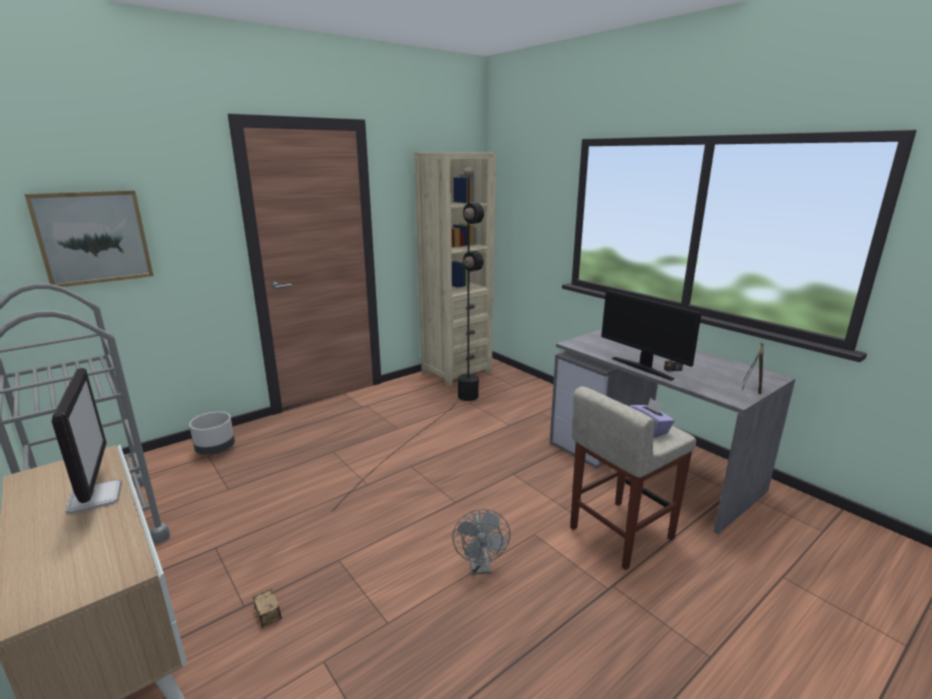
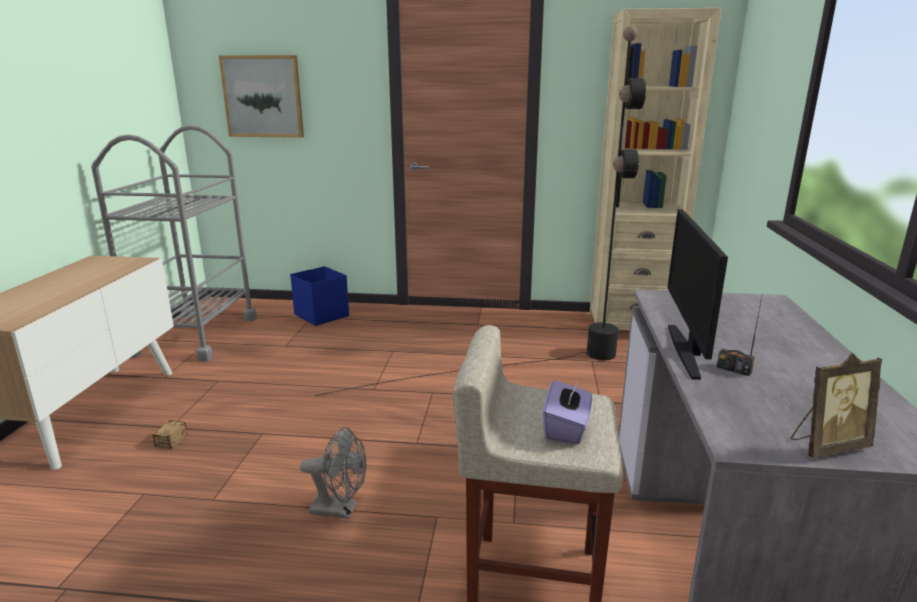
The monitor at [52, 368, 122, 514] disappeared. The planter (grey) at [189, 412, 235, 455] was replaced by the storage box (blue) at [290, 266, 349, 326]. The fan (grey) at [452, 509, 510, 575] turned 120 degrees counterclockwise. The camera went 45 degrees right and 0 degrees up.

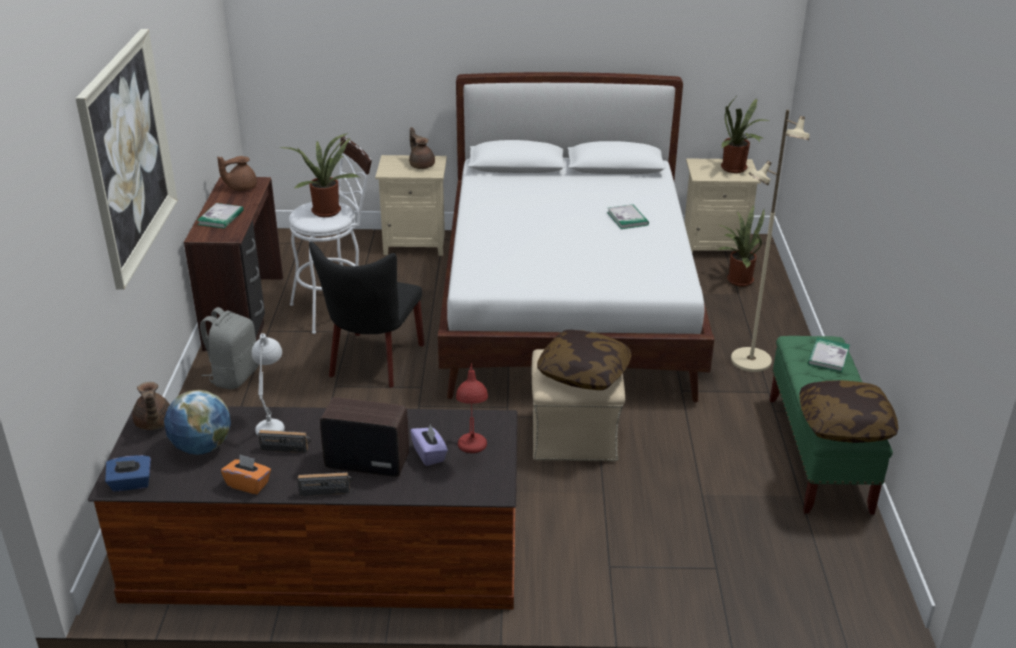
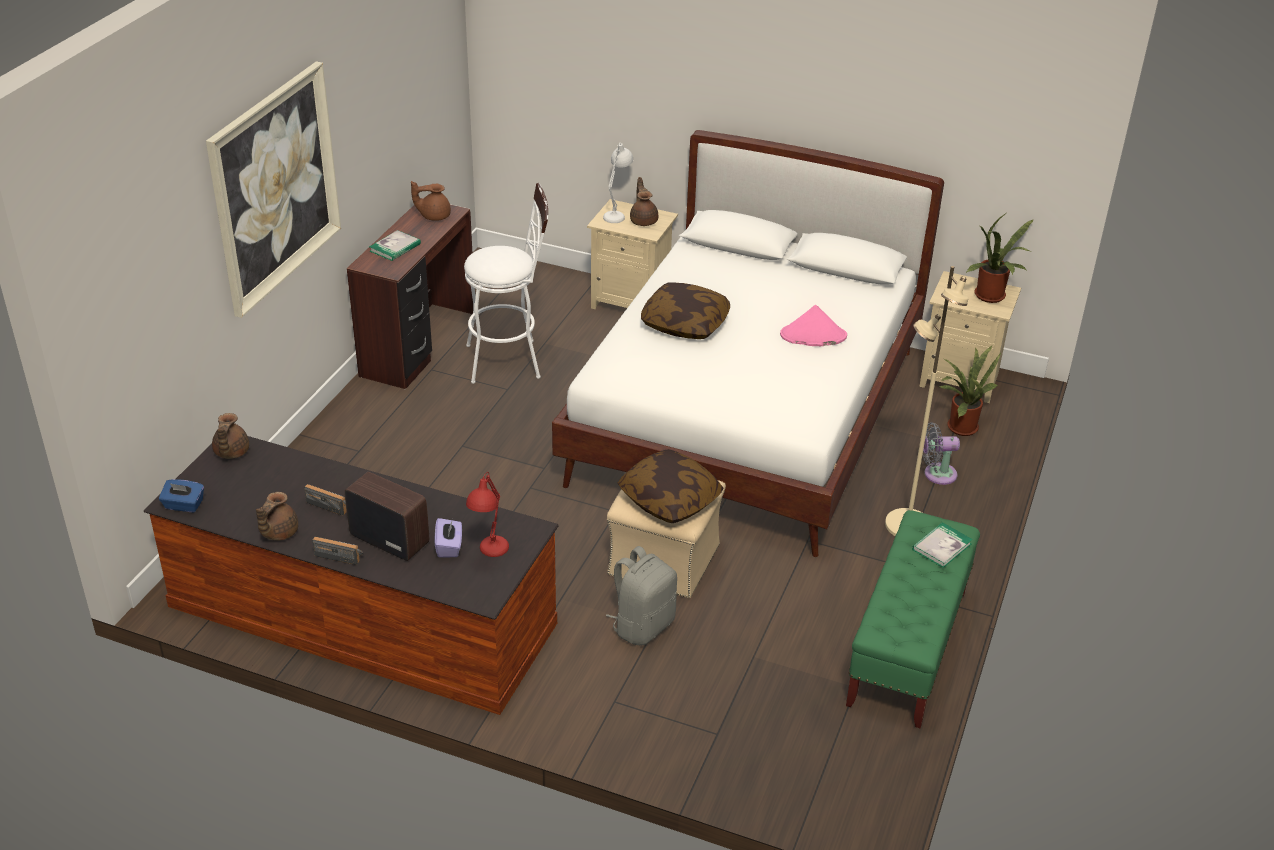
The globe at [164, 390, 231, 455] disappeared. The potted plant at [280, 133, 359, 217] disappeared. The chair (black) at [309, 241, 424, 388] disappeared. The fan (grey) at [923, 422, 960, 485] appeared. The backpack (grey) moved from [200, 307, 259, 389] to [606, 546, 677, 645]. The table lamp (white) moved from [252, 333, 285, 436] to [603, 143, 633, 223]. The pillow moved from [799, 380, 898, 443] to [641, 282, 730, 339]. The tissue box (orange) at [221, 454, 271, 494] was replaced by the teapot (brown) at [256, 492, 298, 540]. The book at [607, 204, 649, 229] was replaced by the hat (pink) at [780, 305, 847, 346]. The camera went 20 degrees right and 5 degrees up.

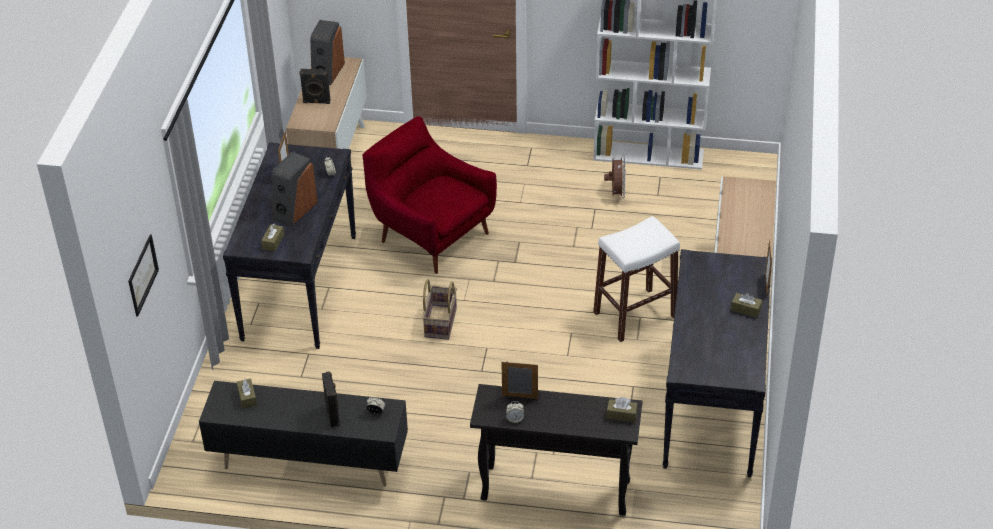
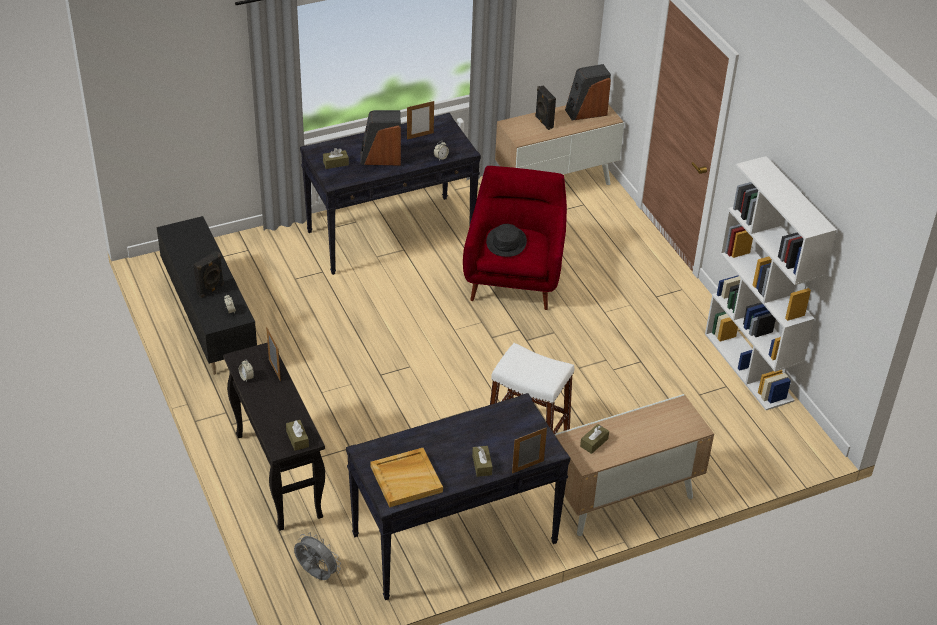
The picture at [128, 234, 159, 317] disappeared. The basket at [422, 279, 457, 340] disappeared. The fan (brown) at [604, 155, 626, 199] disappeared. The fan (grey) at [294, 532, 341, 580] appeared. The tray (beige) at [371, 448, 443, 507] appeared. The hat (black) at [486, 224, 527, 257] appeared. The tissue box (brown) moved from [237, 379, 257, 409] to [580, 424, 609, 454]. The camera went 55 degrees right and 0 degrees up.

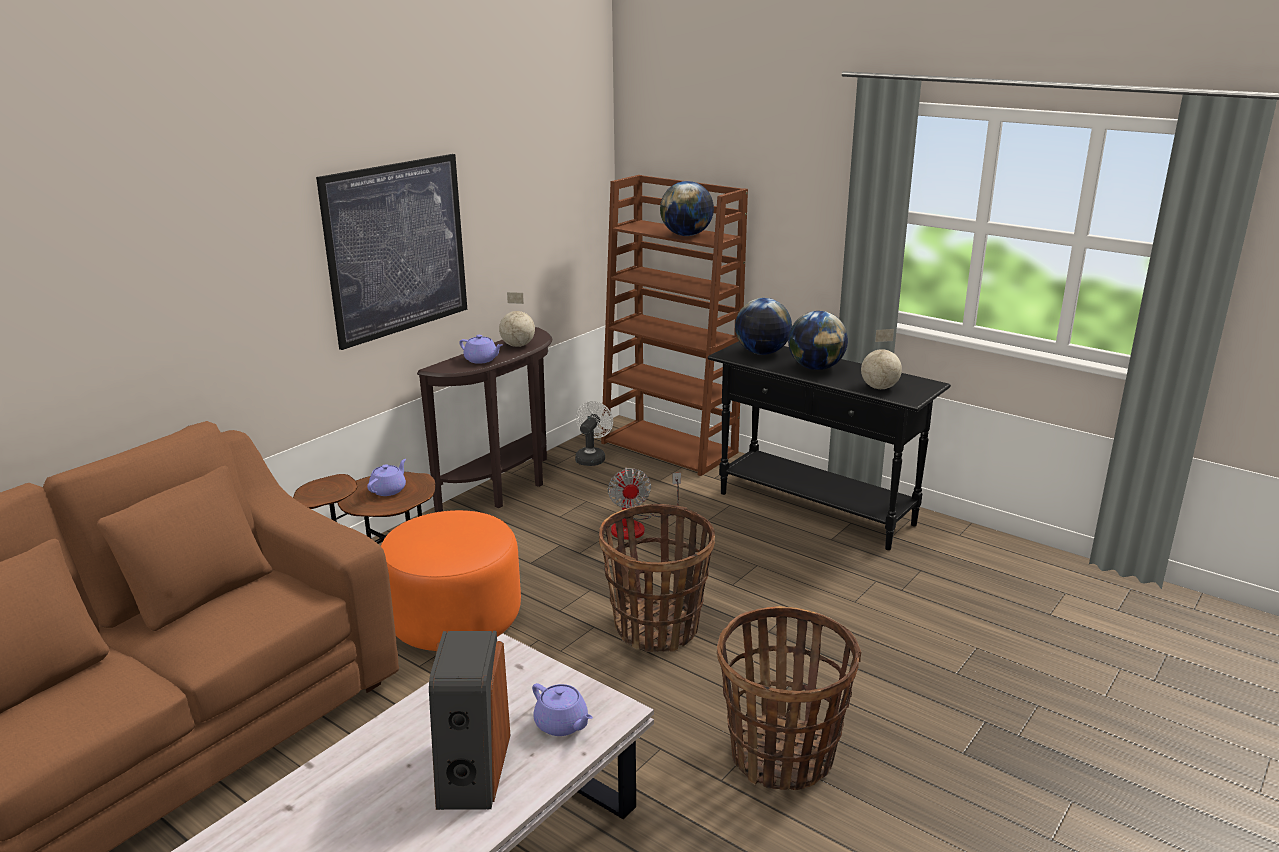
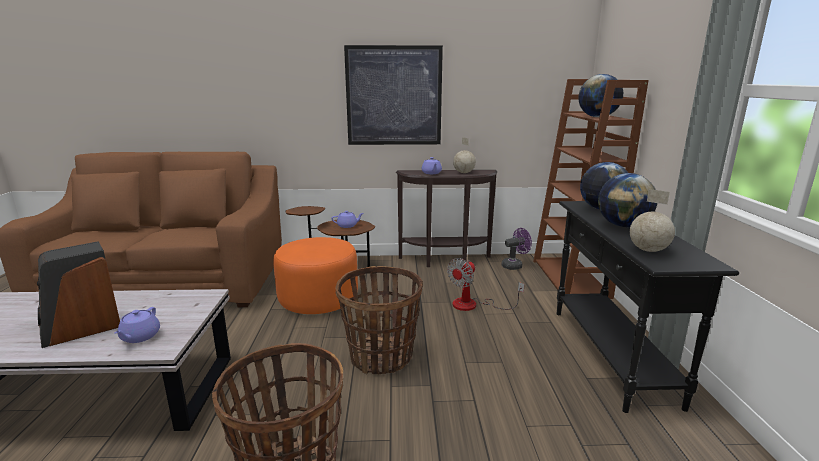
The fan (white) at [575, 401, 613, 466] became the fan (purple) at [502, 228, 532, 270]. The camera went 50 degrees right and 5 degrees down.

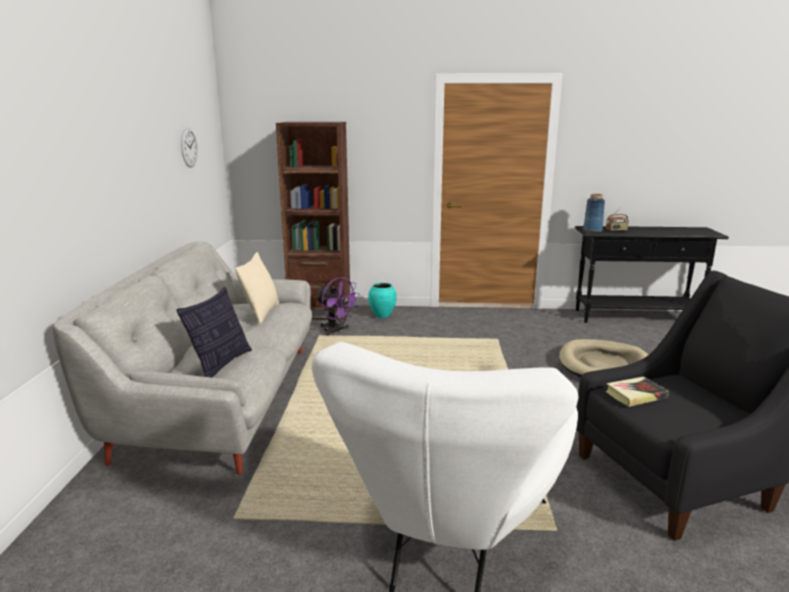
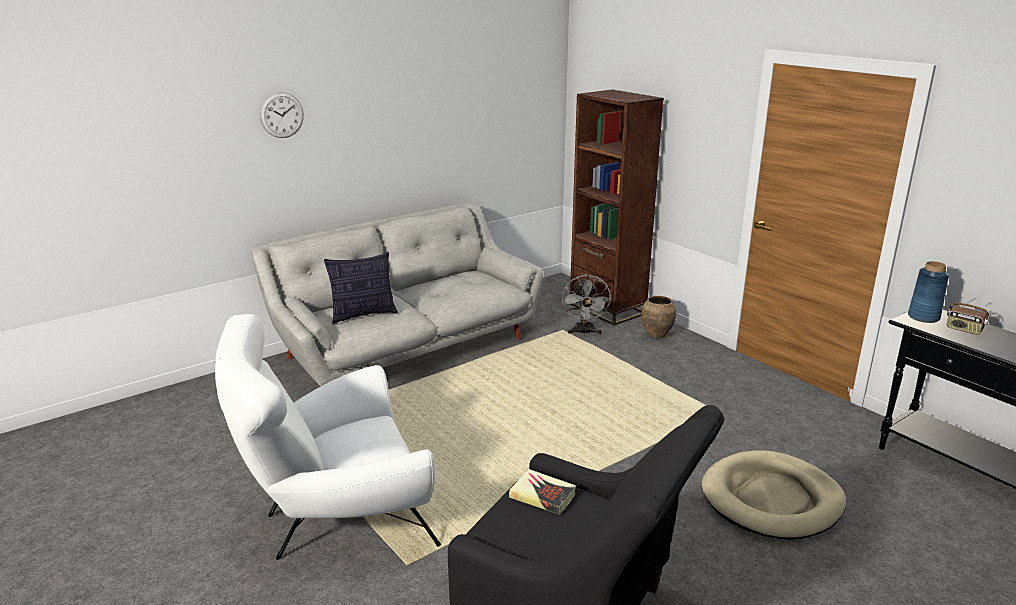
The pillow (beige) at [235, 252, 279, 324] disappeared. The wall clock moved from [181, 128, 198, 168] to [260, 92, 304, 138]. The fan (purple) at [315, 277, 360, 336] became the fan (grey) at [562, 274, 612, 335]. The vase (turquoise) at [368, 283, 397, 318] became the vase (brown) at [641, 296, 676, 339]. The camera went 50 degrees right and 5 degrees up.

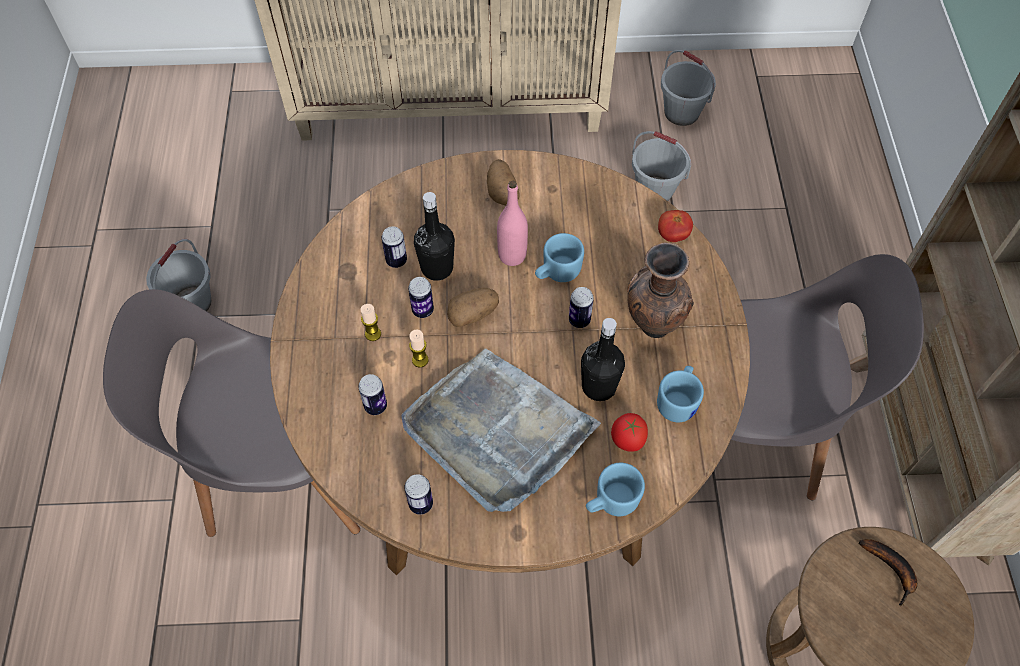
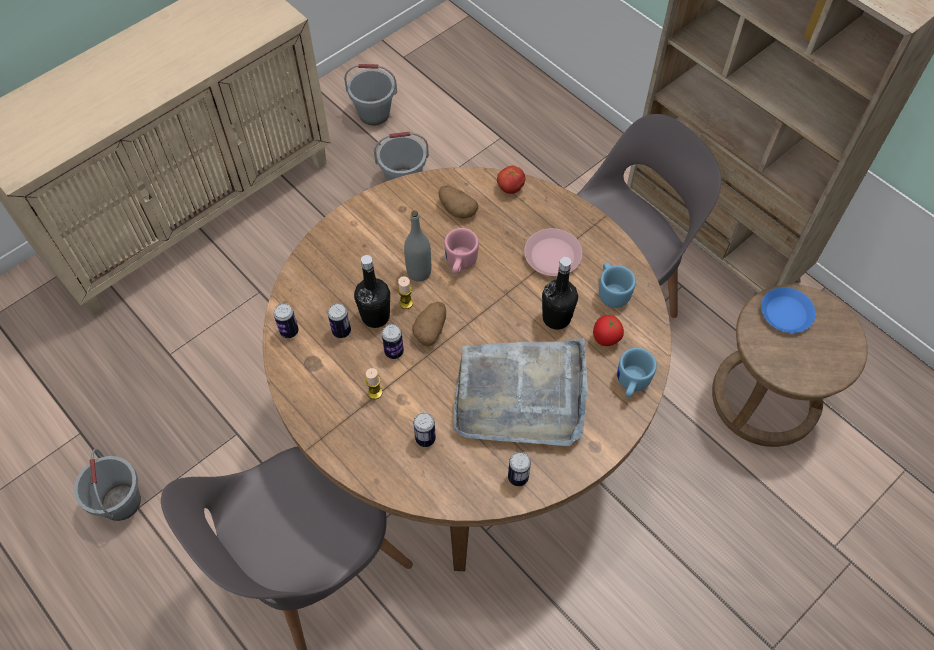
The candle moved from [409, 329, 429, 368] to [398, 276, 413, 309]. The potato moved from [487, 159, 520, 205] to [439, 186, 478, 218]. The can moved from [569, 287, 594, 328] to [274, 303, 299, 338]. The vase (brown) at [627, 242, 694, 338] was replaced by the plate (pink) at [524, 228, 583, 276]. The banana at [858, 539, 917, 606] was replaced by the plate (blue) at [761, 287, 816, 333]. The bottle (pink) at [497, 181, 528, 266] became the bottle (grey) at [404, 210, 431, 282]. The mug (blue) at [535, 233, 584, 282] became the mug (pink) at [444, 228, 479, 274]. The camera went 40 degrees left and 0 degrees up.

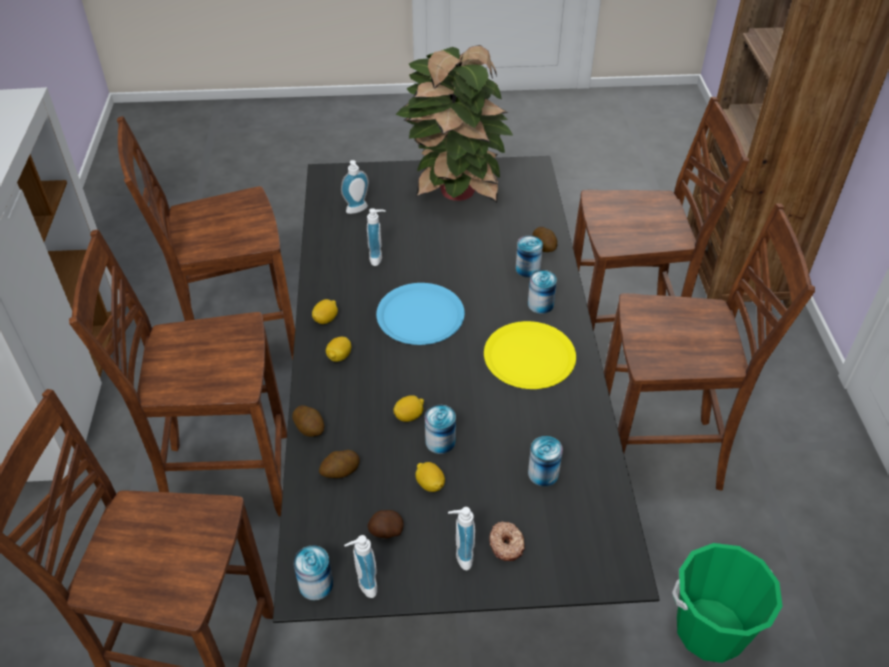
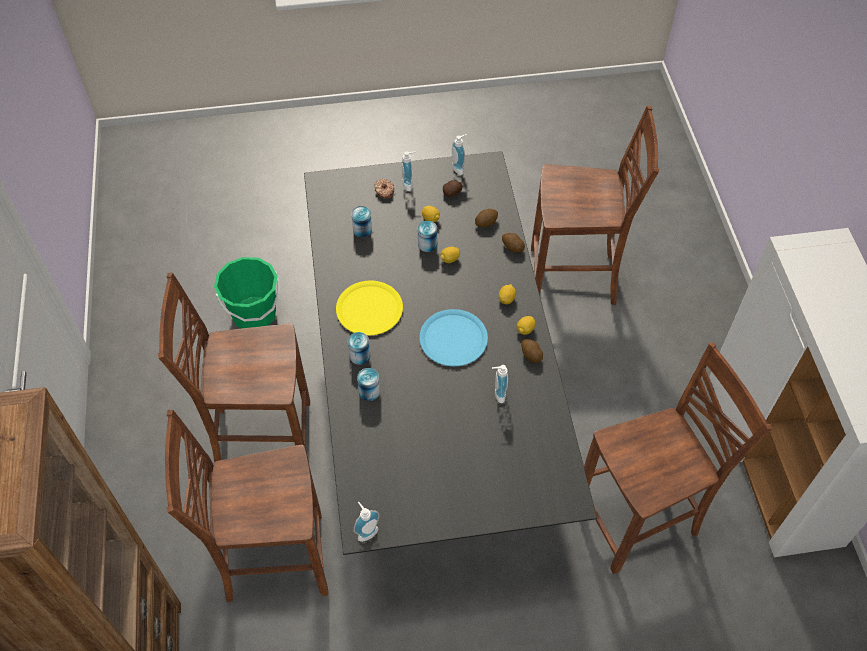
The chair (brown) at [69, 230, 287, 517] disappeared. The can at [293, 545, 333, 601] disappeared. The potted plant at [395, 45, 513, 203] disappeared. The soap dispenser moved from [341, 160, 369, 214] to [354, 501, 380, 542]. The potato moved from [532, 227, 557, 252] to [521, 339, 543, 363]. The camera went 175 degrees right and 10 degrees up.

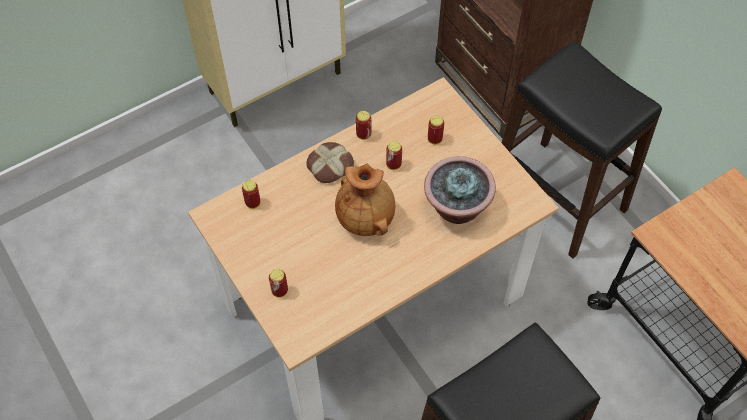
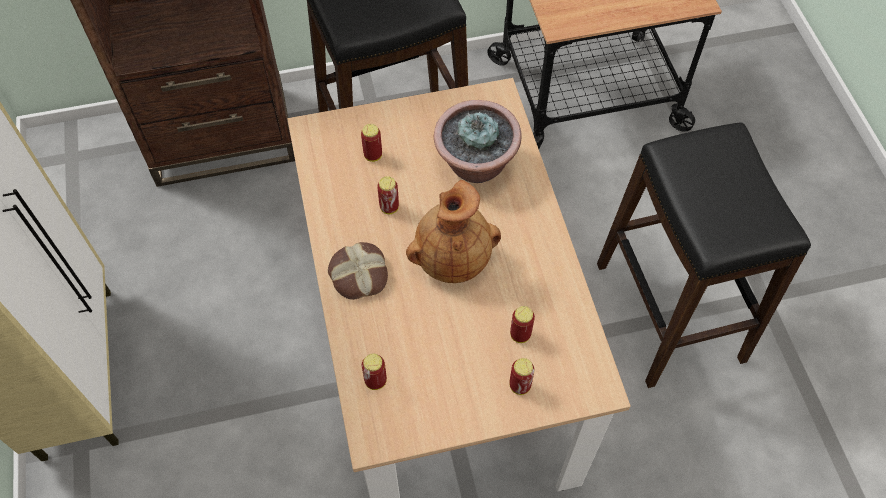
The can moved from [356, 111, 371, 140] to [510, 306, 535, 343]. The camera went 70 degrees left and 0 degrees up.

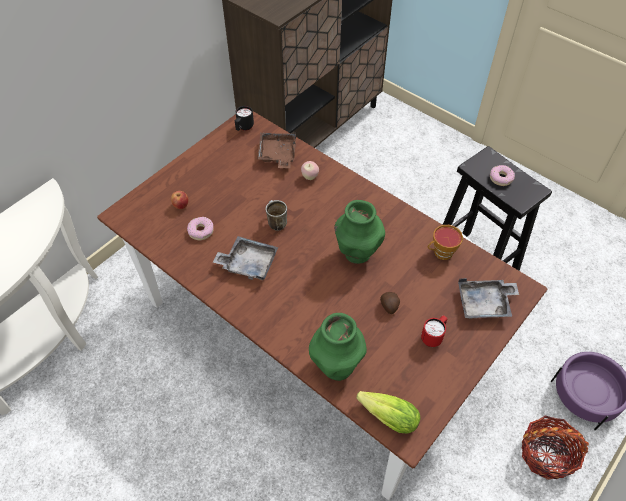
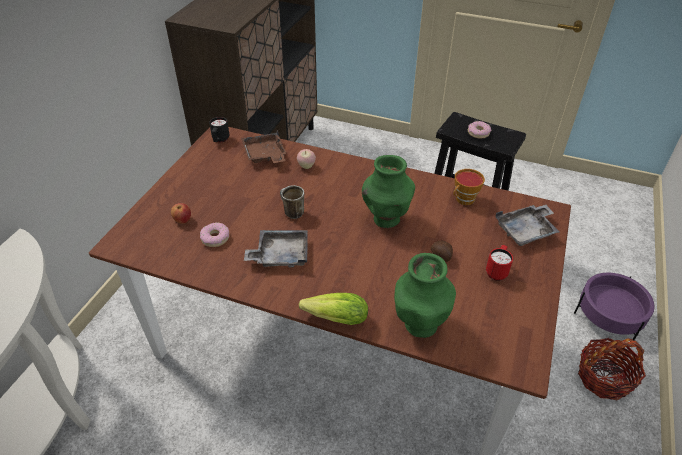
The lettuce moved from [356, 391, 420, 434] to [299, 293, 368, 325]. The camera went 20 degrees left and 10 degrees down.

